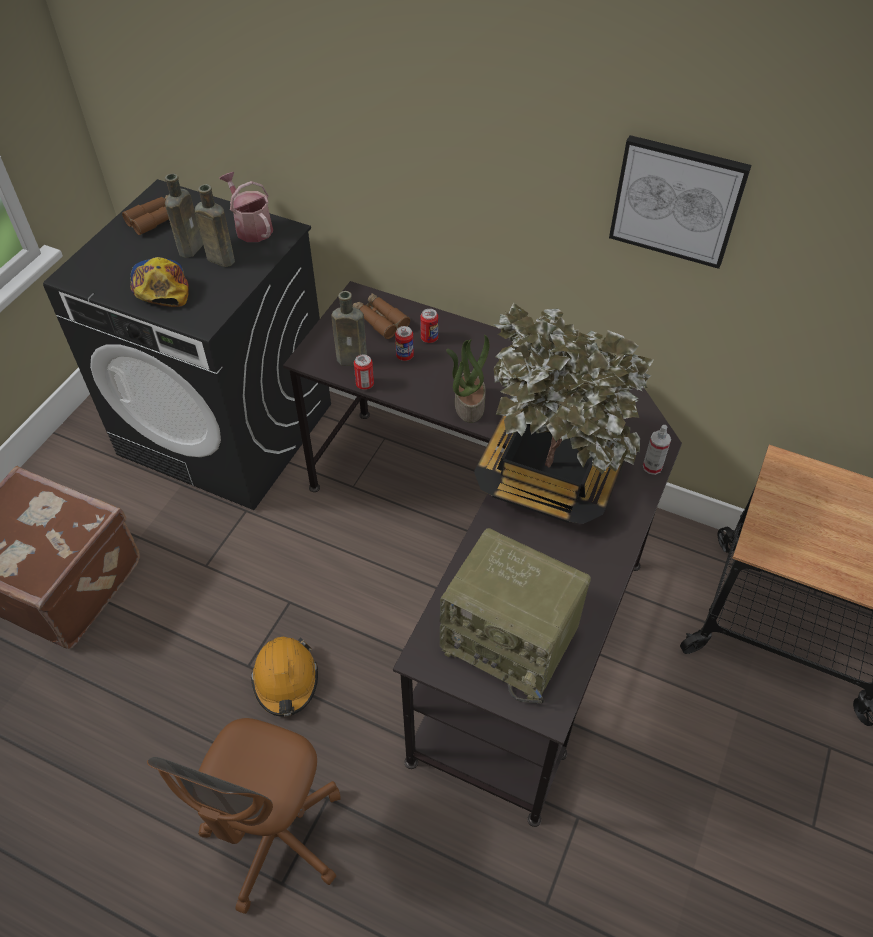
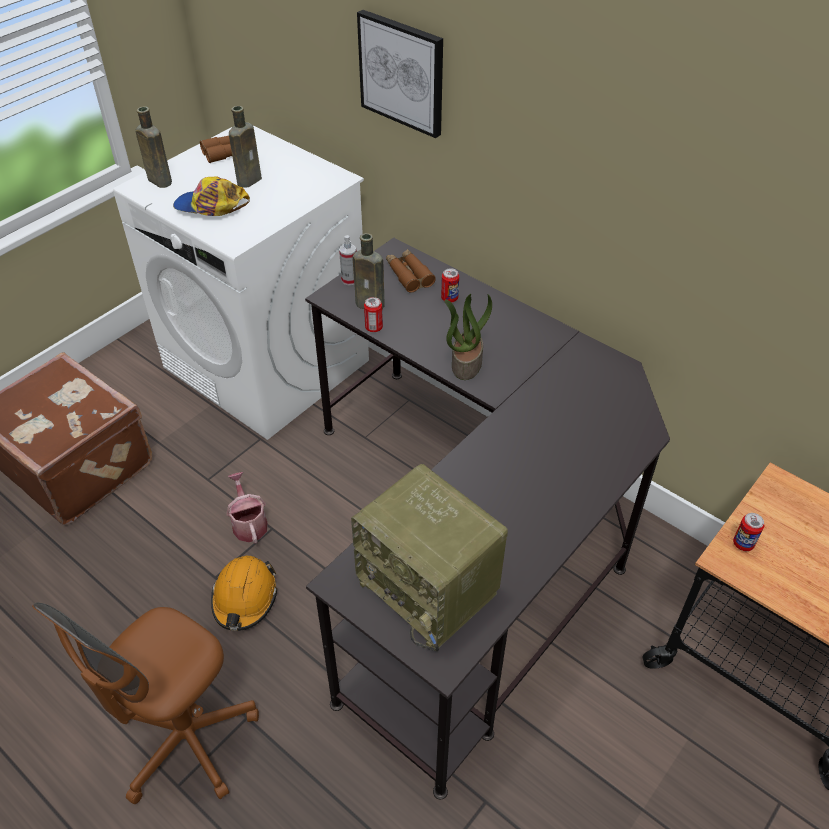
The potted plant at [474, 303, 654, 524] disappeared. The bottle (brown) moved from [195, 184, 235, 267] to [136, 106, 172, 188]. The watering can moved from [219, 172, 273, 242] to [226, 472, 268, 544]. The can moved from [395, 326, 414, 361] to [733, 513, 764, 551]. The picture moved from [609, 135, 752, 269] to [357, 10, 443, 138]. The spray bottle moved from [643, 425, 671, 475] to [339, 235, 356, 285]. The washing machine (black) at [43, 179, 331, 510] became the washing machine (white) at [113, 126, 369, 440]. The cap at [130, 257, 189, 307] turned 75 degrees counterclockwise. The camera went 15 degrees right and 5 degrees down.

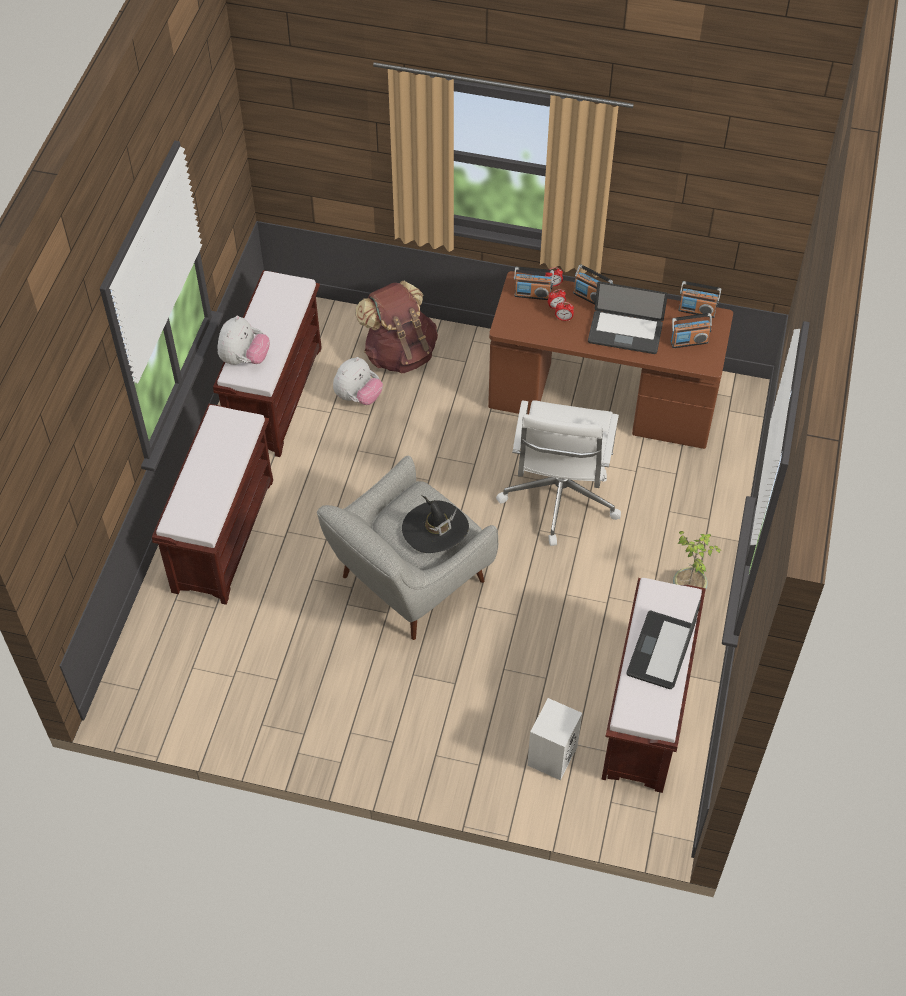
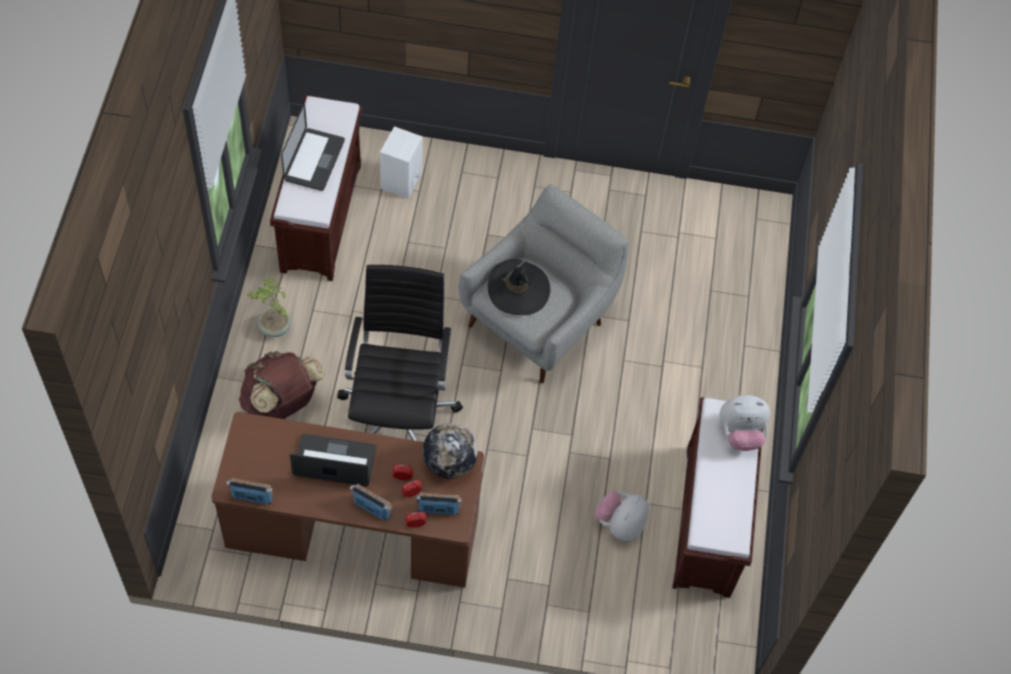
The bench (brown) at [152, 404, 273, 605] disappeared. The radio at [671, 313, 712, 348] disappeared. The globe at [423, 423, 478, 479] appeared. The backpack (brown) moved from [356, 281, 438, 373] to [239, 351, 325, 419]. The office chair (white) at [496, 400, 621, 546] became the office chair (black) at [337, 265, 463, 441]. The plush toy at [217, 316, 270, 365] turned 105 degrees counterclockwise. The camera went 170 degrees right and 5 degrees up.

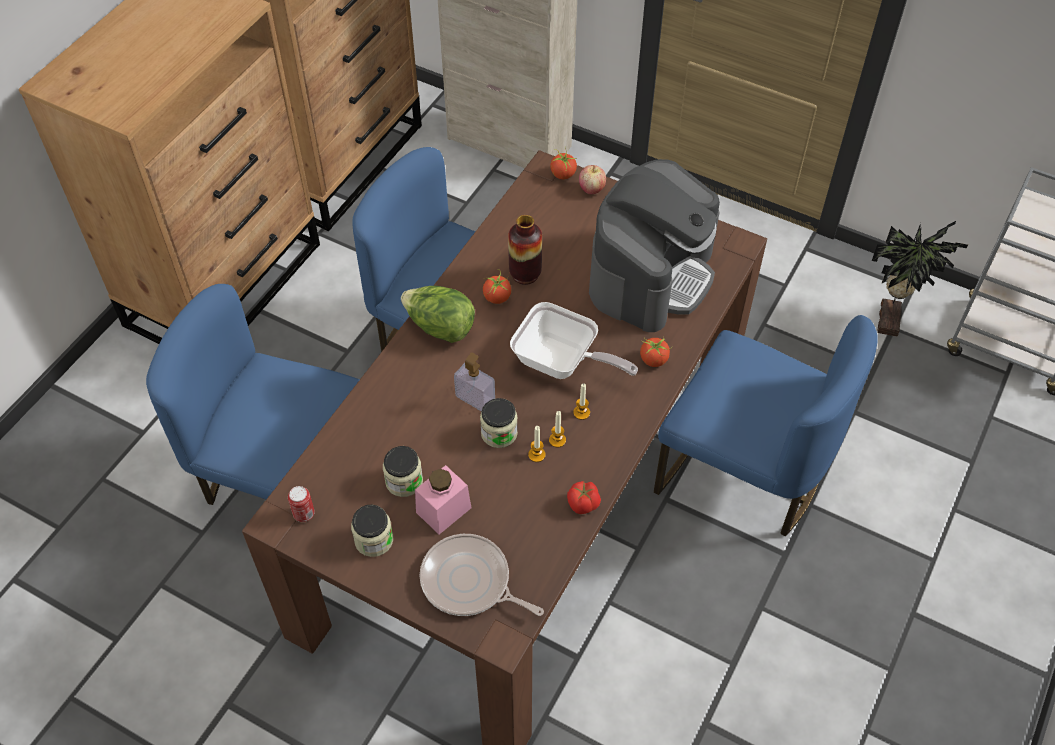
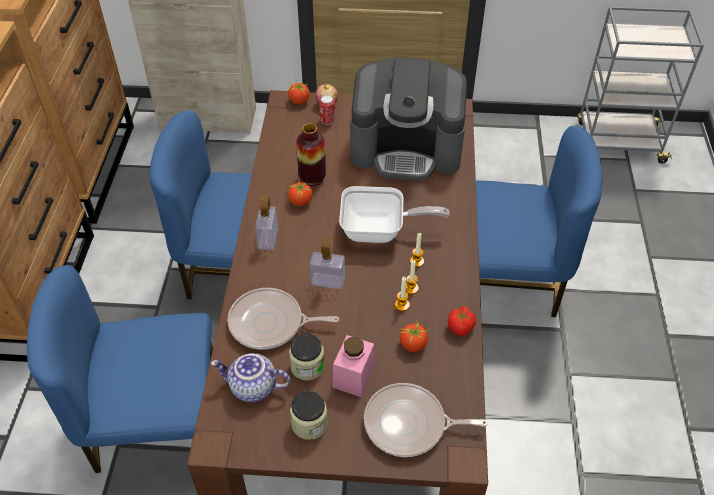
The jar at [480, 398, 518, 448] disappeared. The potted plant at [872, 220, 968, 336] disappeared. The teapot at [211, 353, 290, 402] appeared. The frying pan at [228, 288, 339, 350] appeared. The can moved from [288, 486, 315, 522] to [319, 95, 335, 125]. The tomato moved from [640, 336, 673, 367] to [400, 322, 430, 352]. The lettuce at [401, 286, 475, 343] was replaced by the soap dispenser at [255, 195, 278, 250]. The coffee machine at [589, 159, 720, 332] turned 90 degrees clockwise. The camera went 25 degrees left and 5 degrees down.

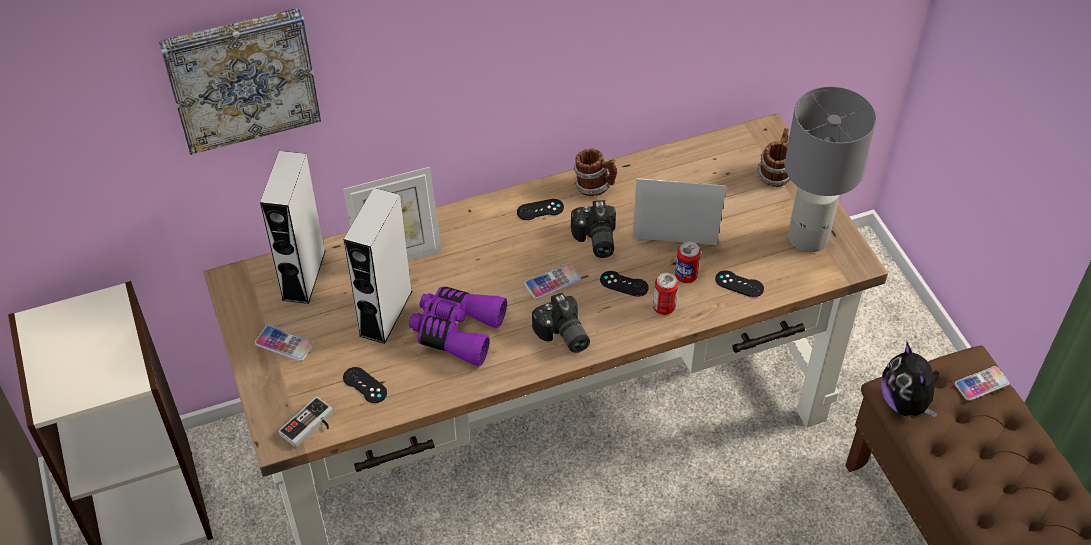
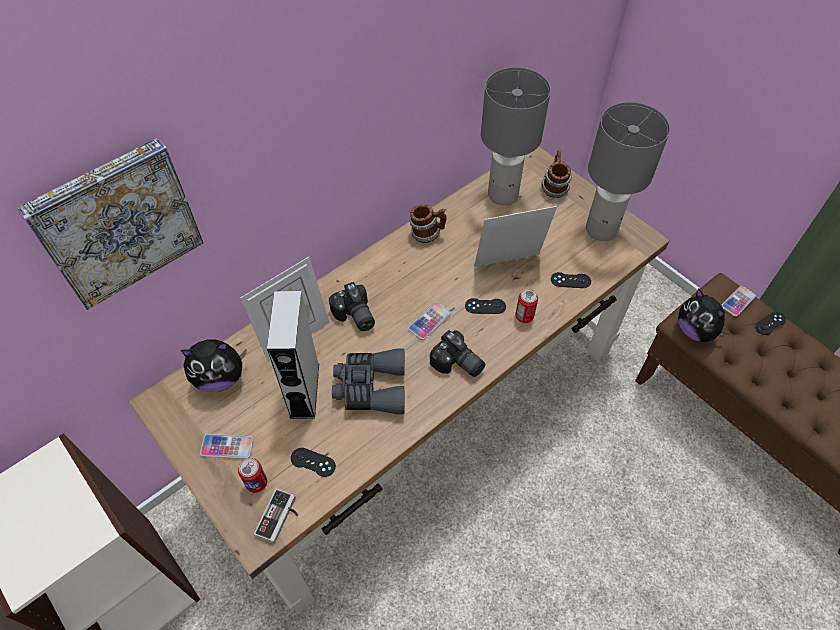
The table lamp (grey) at [481, 67, 551, 205] appeared. The game controller (black) moved from [517, 199, 564, 220] to [755, 312, 786, 335]. The photo camera moved from [571, 200, 616, 258] to [329, 282, 375, 331]. The can moved from [675, 241, 701, 283] to [238, 458, 267, 493]. The speaker (grey) at [260, 151, 326, 304] was replaced by the plush toy at [181, 339, 246, 392]. The binoculars (purple) at [409, 286, 507, 367] became the binoculars (grey) at [332, 348, 405, 414]. The camera went 20 degrees left and 5 degrees up.

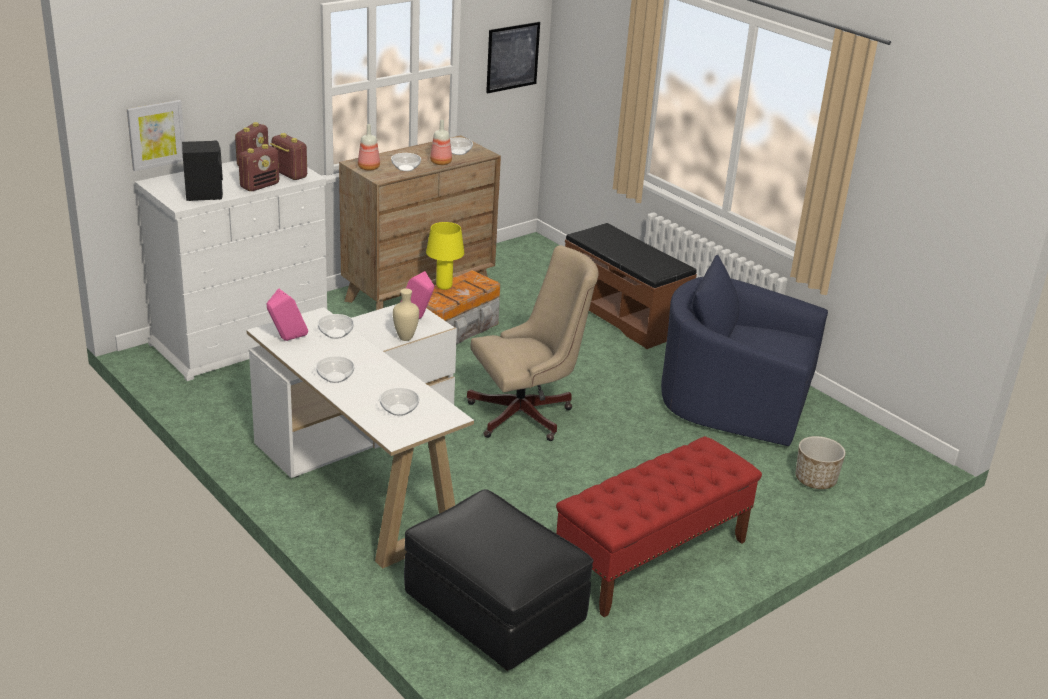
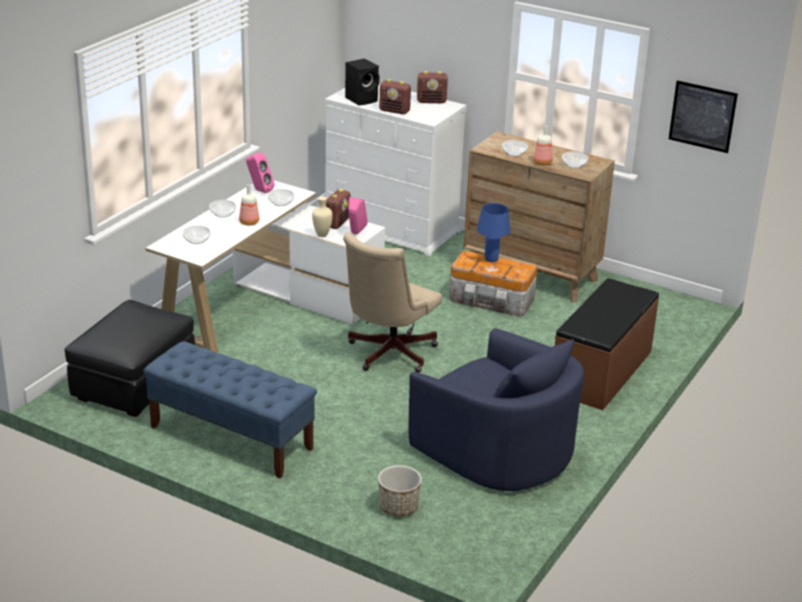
The picture at [127, 100, 185, 171] disappeared. The radio moved from [270, 133, 307, 180] to [326, 189, 351, 229]. The bottle moved from [358, 124, 380, 171] to [239, 184, 259, 226]. The table lamp (yellow) at [426, 222, 464, 290] became the table lamp (blue) at [477, 203, 510, 262]. The bench (red) at [556, 436, 762, 617] became the bench (blue) at [144, 341, 317, 478]. The office chair (beige) at [467, 245, 599, 441] turned 75 degrees clockwise. The armchair (blue) at [661, 255, 828, 446] turned 135 degrees clockwise. The camera went 70 degrees right and 0 degrees up.

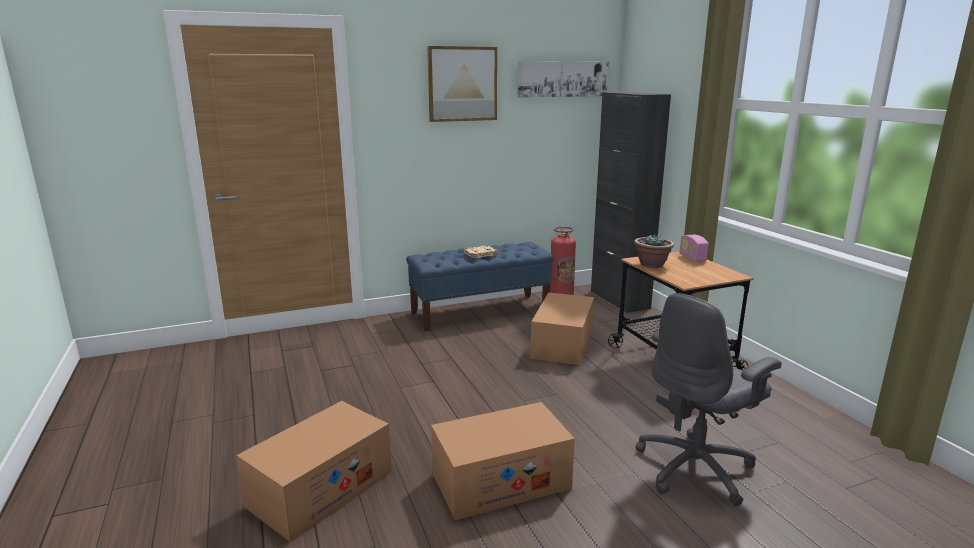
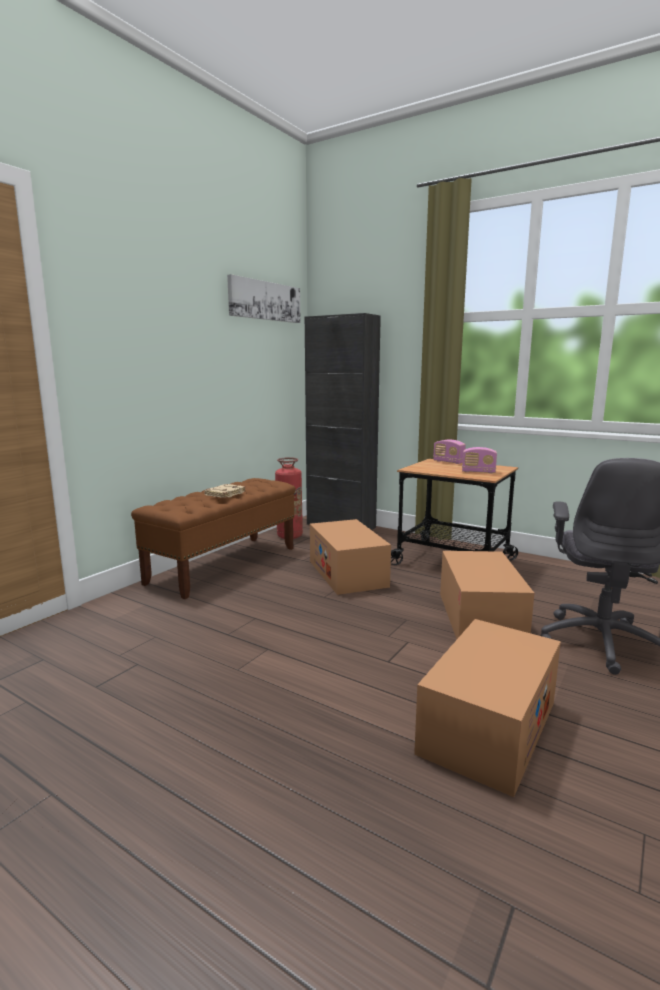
The picture at [427, 46, 497, 122] disappeared. The potted plant at [634, 233, 674, 268] disappeared. The radio at [462, 447, 497, 473] appeared. The cardboard box moved from [236, 401, 392, 542] to [440, 551, 535, 639]. The bench (blue) at [406, 242, 554, 331] became the bench (brown) at [131, 478, 296, 599]. The camera went 35 degrees left and 5 degrees down.

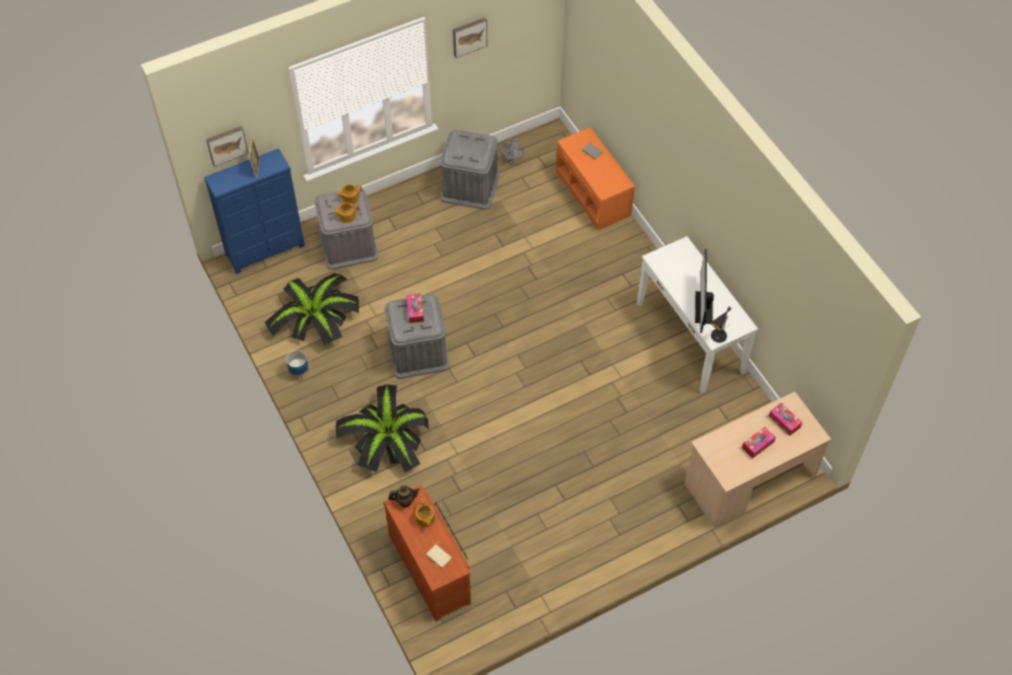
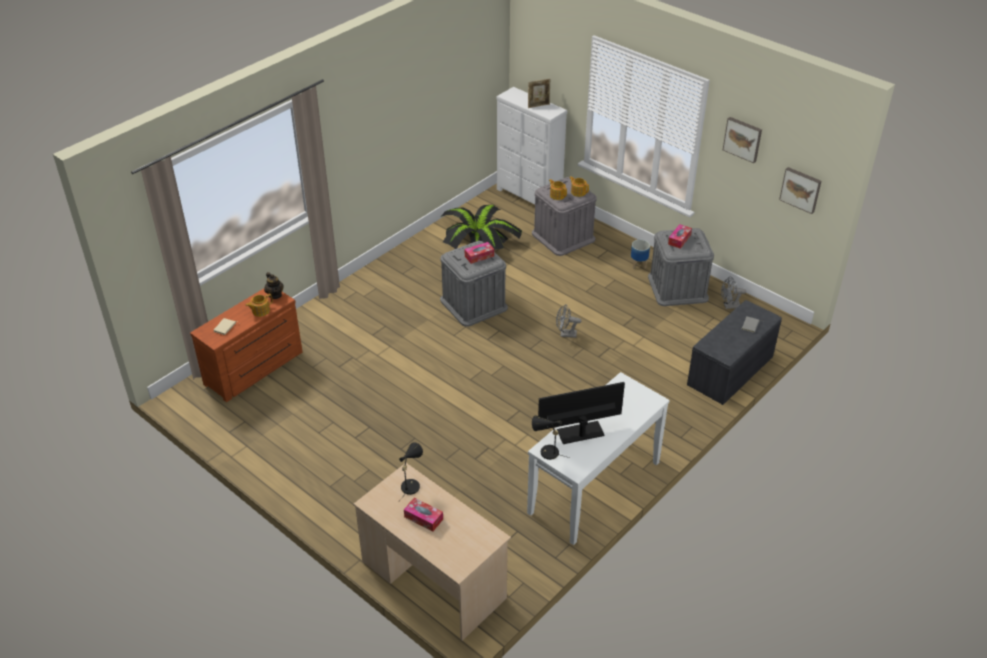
The potted plant at [335, 384, 429, 472] disappeared. The table lamp (black) at [399, 442, 423, 501] appeared. The fan (grey) at [556, 304, 581, 338] appeared. The picture moved from [206, 126, 249, 167] to [779, 167, 822, 214]. The planter moved from [286, 350, 309, 381] to [631, 240, 650, 269]. The tissue box moved from [769, 403, 802, 436] to [668, 224, 692, 249]. The dresser (blue) at [204, 148, 305, 274] became the dresser (white) at [497, 87, 567, 205]. The bench (orange) at [556, 128, 635, 230] became the bench (grey) at [687, 300, 782, 405]. The camera went 70 degrees right and 15 degrees down.

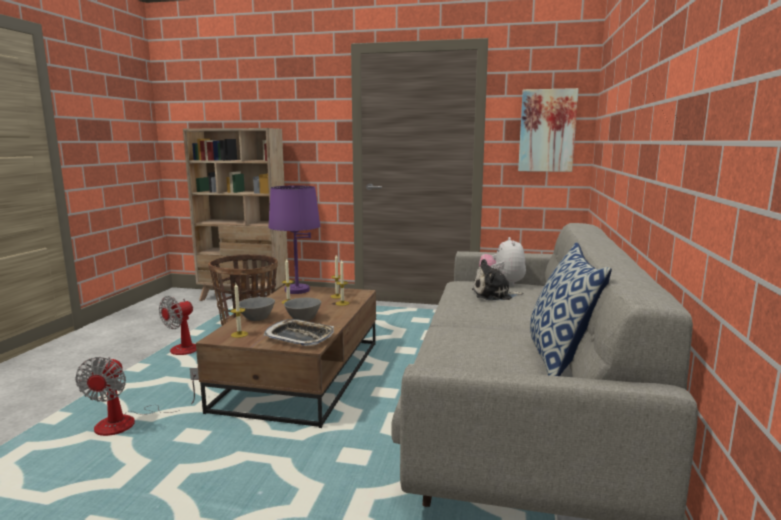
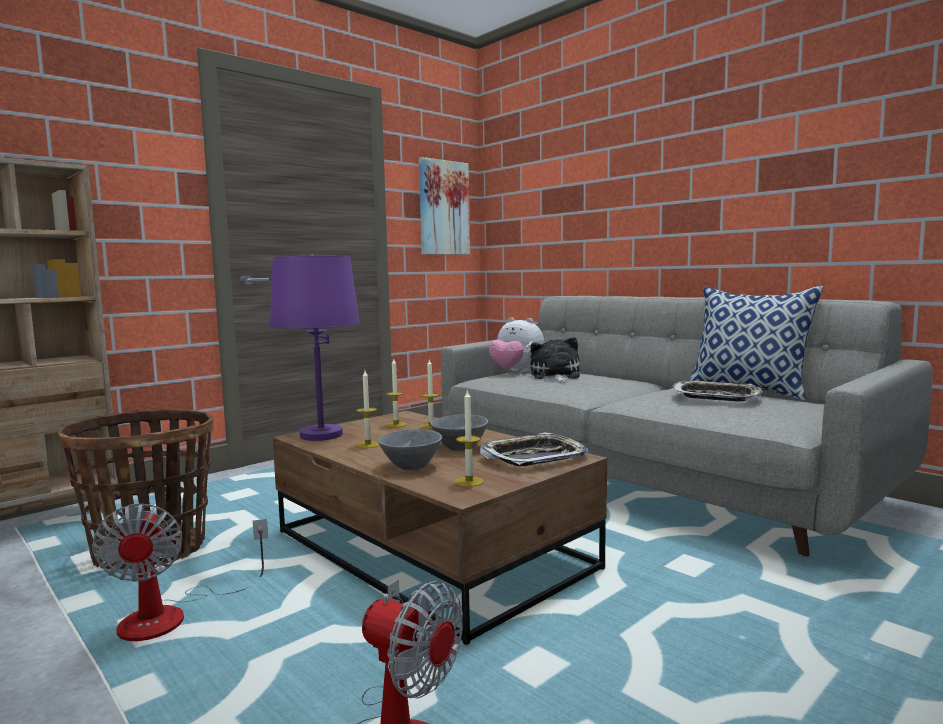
The tray at [671, 380, 762, 402] appeared. The plush toy at [472, 259, 524, 300] turned 150 degrees clockwise. The camera went 55 degrees left and 5 degrees down.

